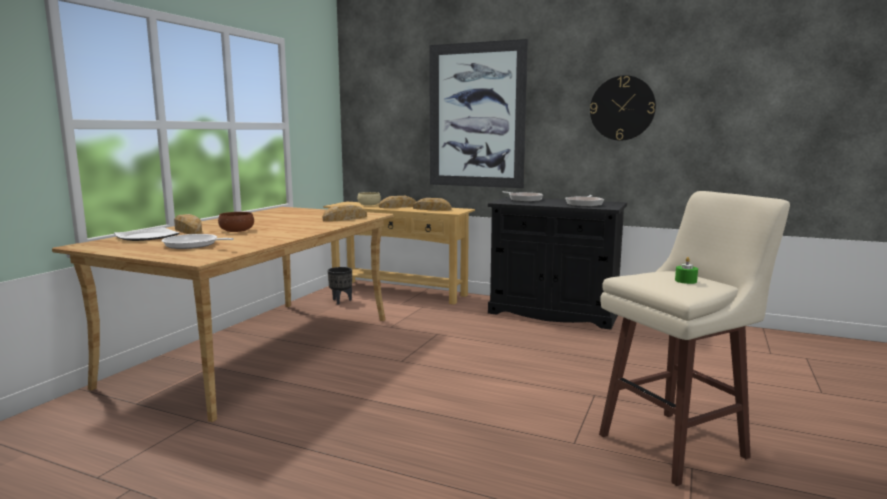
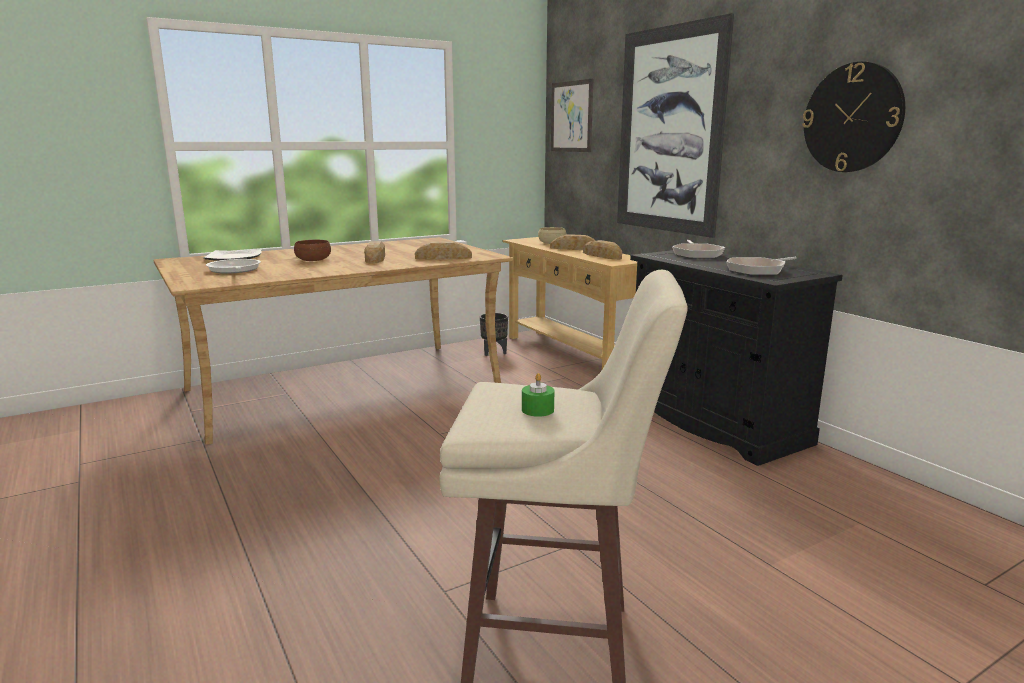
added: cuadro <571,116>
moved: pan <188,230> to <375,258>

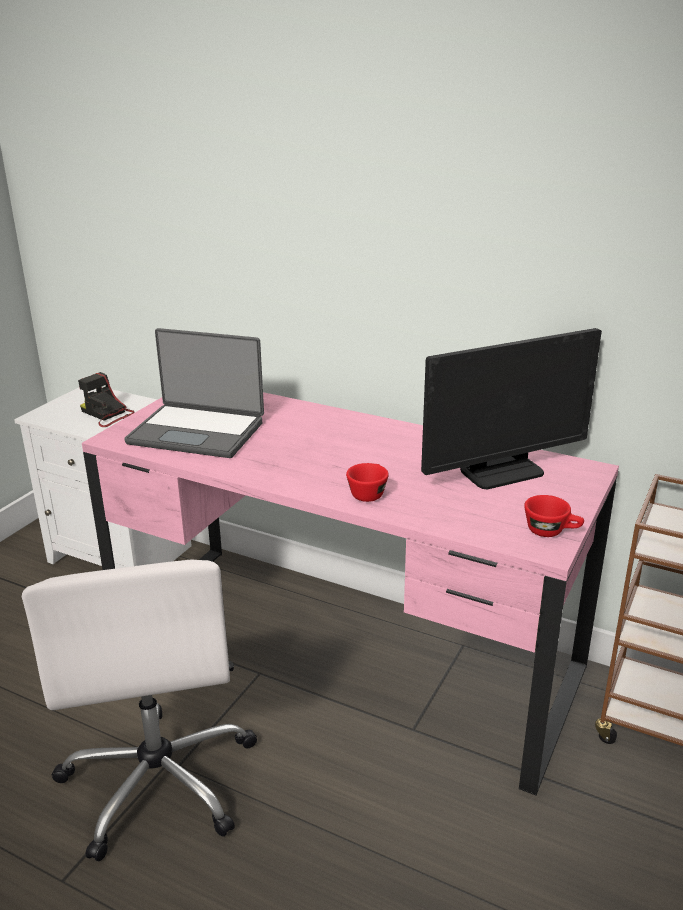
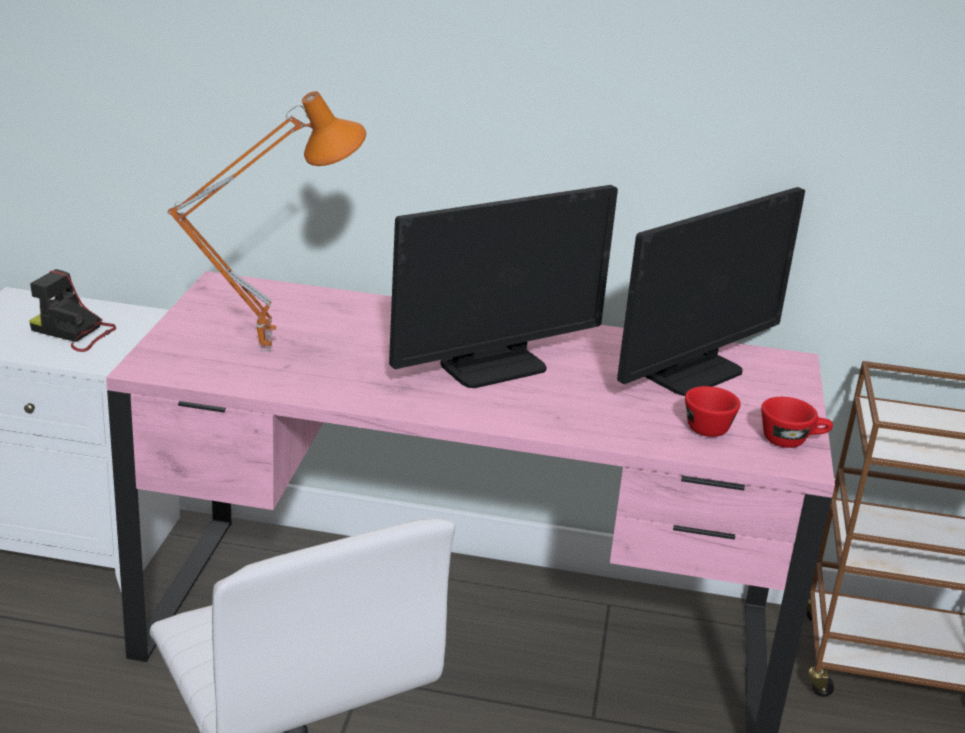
added: monitor <493,366>
moved: taza/rojo <368,493> to <705,425>
replaced: portátil <198,432> to lámpara de mesa/naranja <267,349>

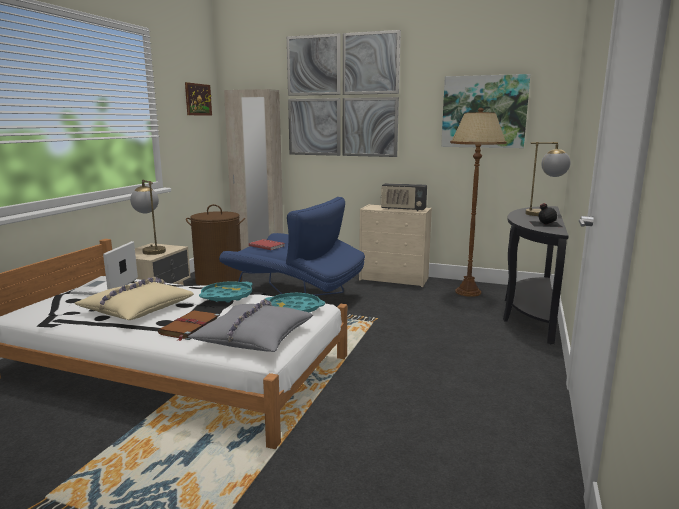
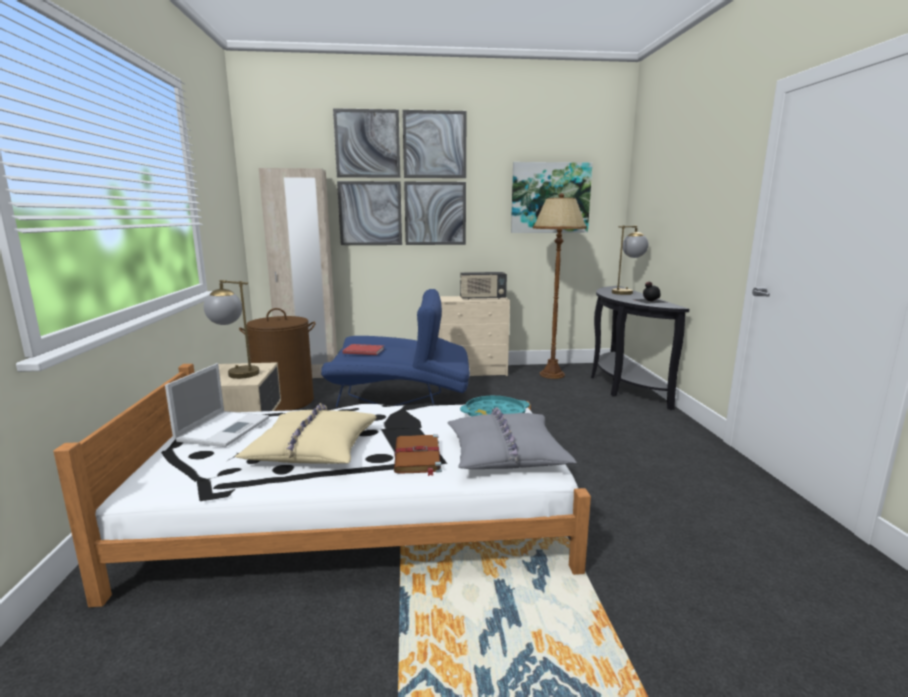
removed: cuadro <198,99>; bandeja/turquesa <227,296>
turned: portátil <105,287> = <224,428> 150 degrees counterclockwise

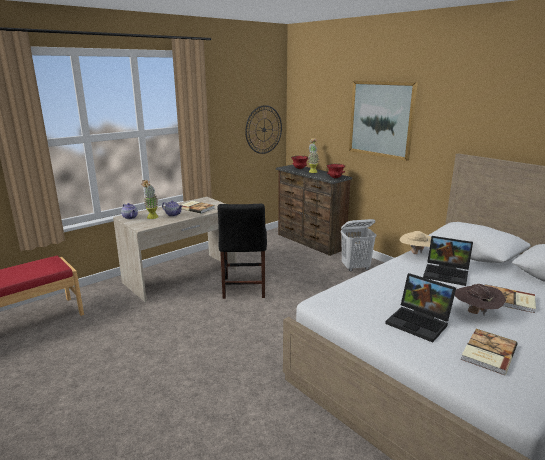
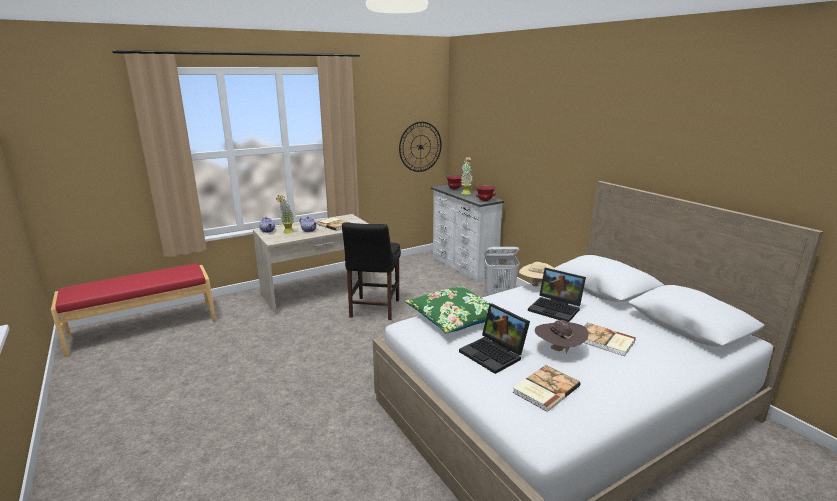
removed: cuadro <381,119>
added: cojín/verde <454,318>
recoloured: cómoda/marrón <310,242> to cómoda/blanco <463,267>

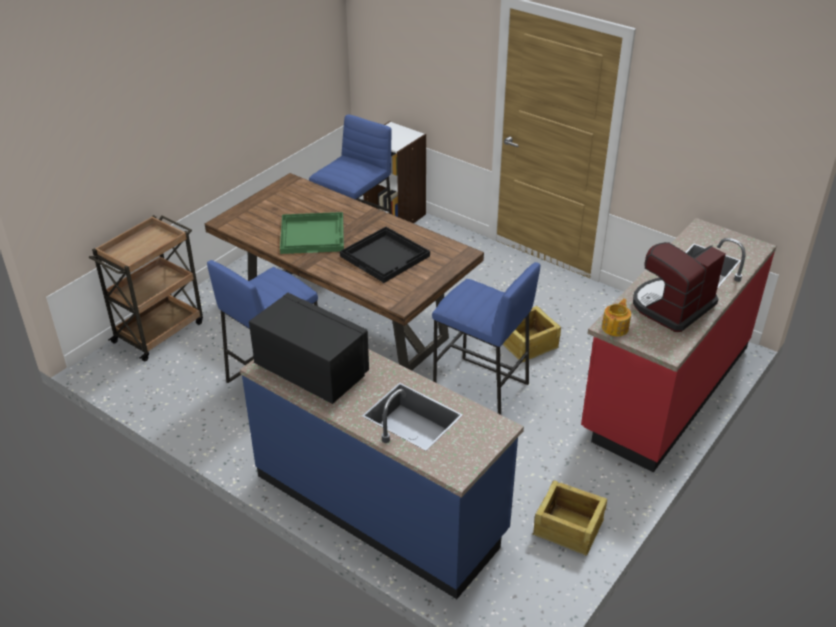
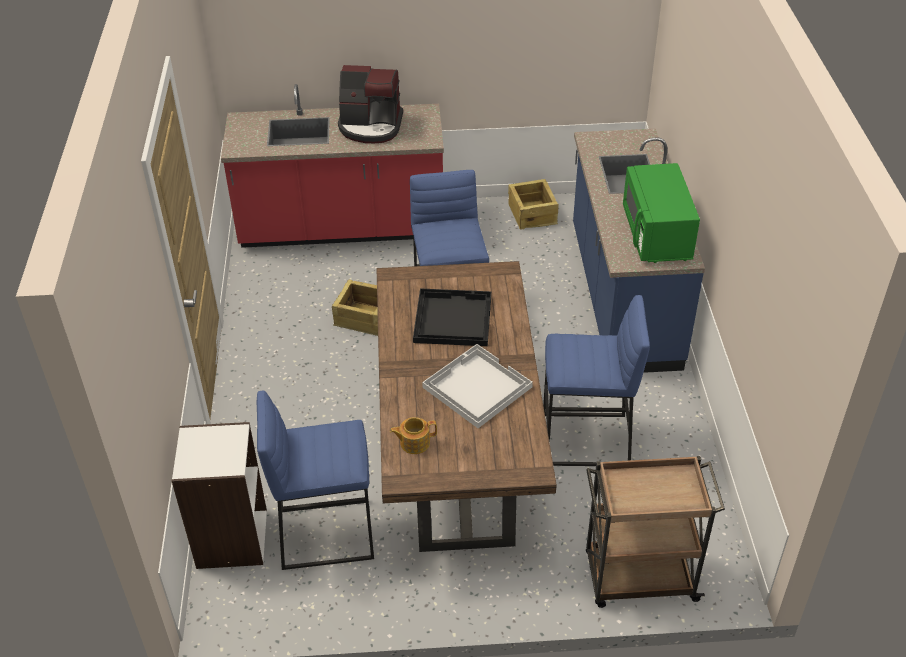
moved: tetera <615,327> to <414,442>
recoloured: microondas/negro <311,371> to microondas/verde <656,235>; bandeja/verde <313,234> to bandeja/blanco <476,387>

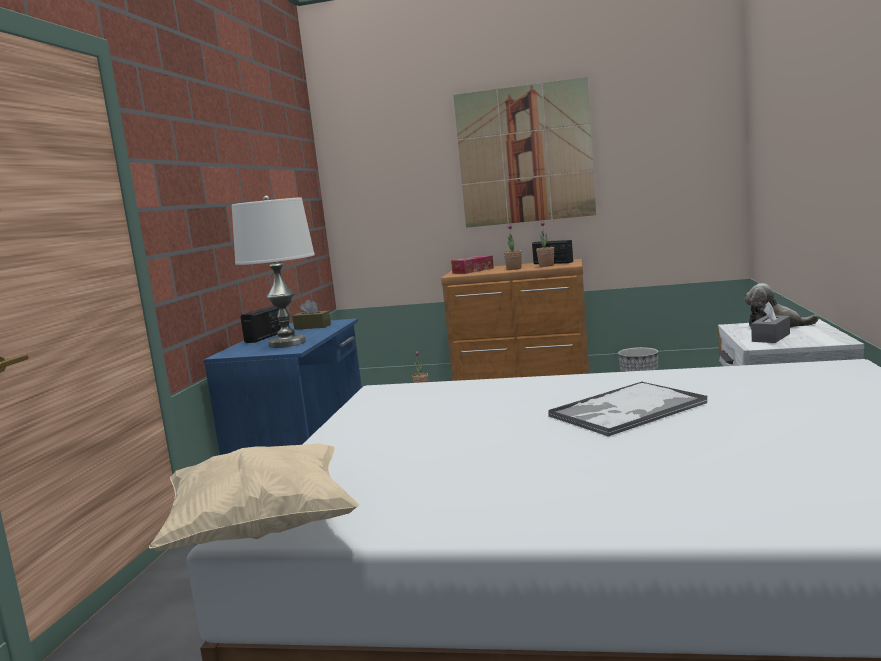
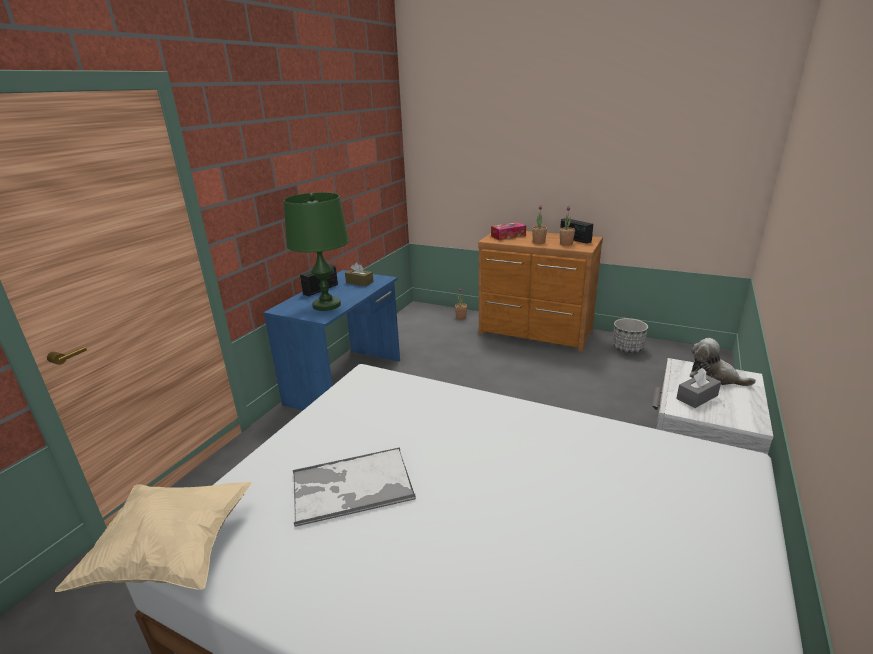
removed: cuadro <524,154>
moved: bandeja <626,410> to <351,486>
recoloured: lámpara de mesa/blanco <287,343> to lámpara de mesa/verde <326,305>

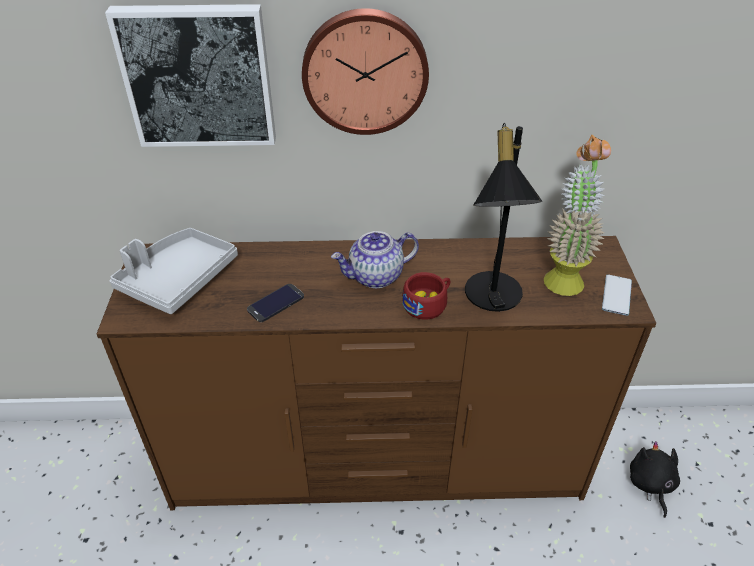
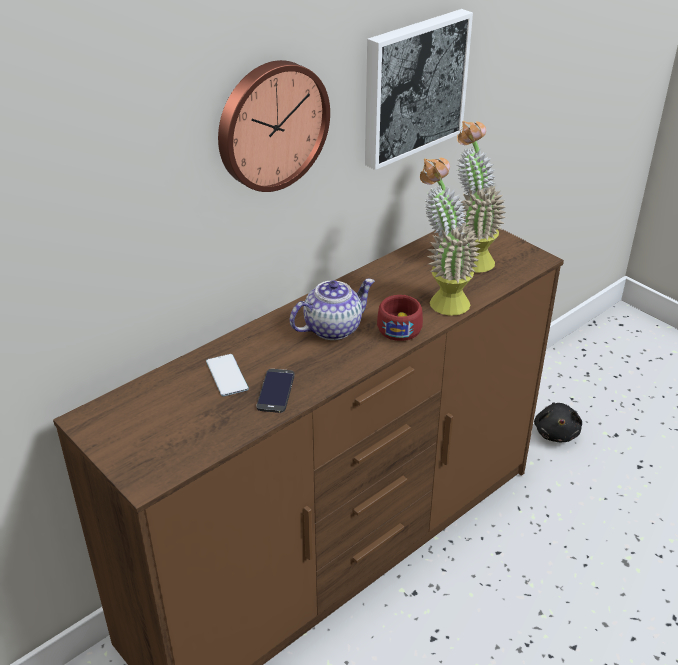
removed: bandeja/gris <178,279>
moved: cuadro <198,76> to <412,87>; móvil <616,295> to <227,375>
replaced: lámpara de mesa/negro <491,299> to planta en maceta <441,299>
turned: tetera <375,276> = <333,328> 150 degrees counterclockwise; peluche/negro <650,484> = <556,432> 135 degrees counterclockwise

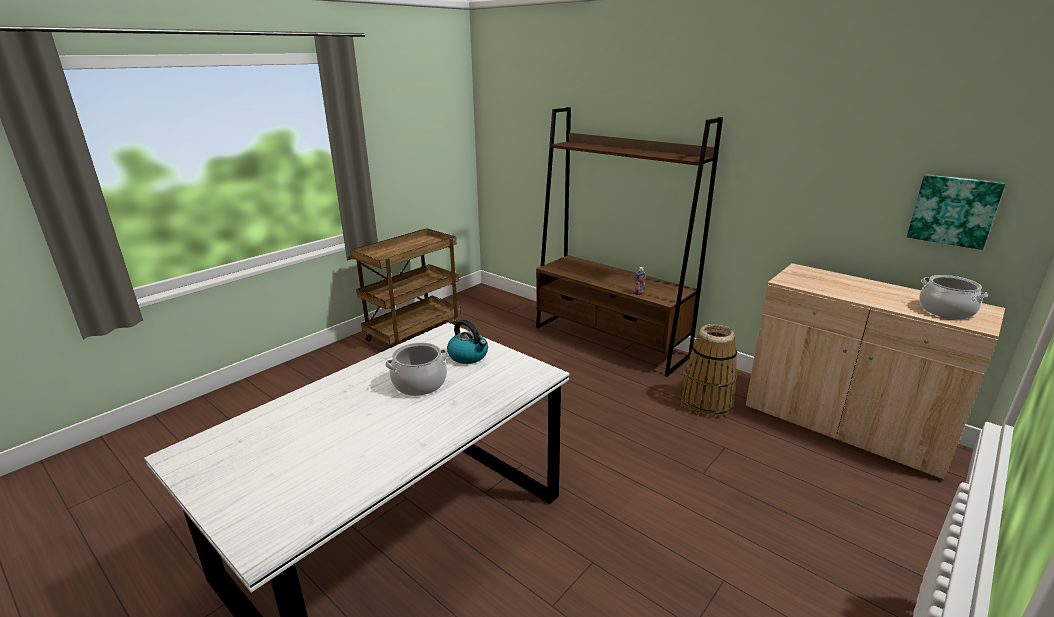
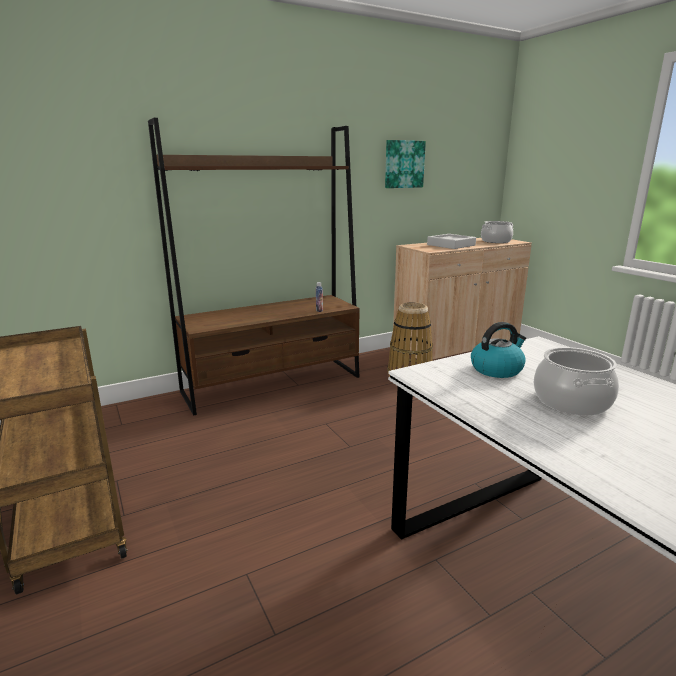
added: bandeja/gris <451,245>
moved: cuadro <954,210> to <403,164>

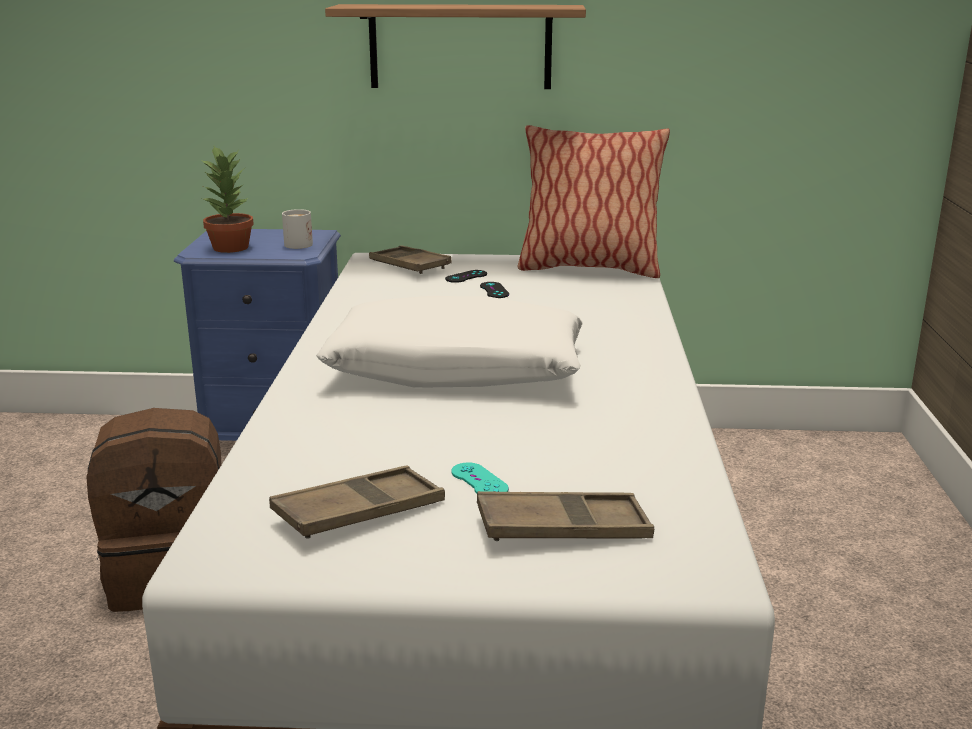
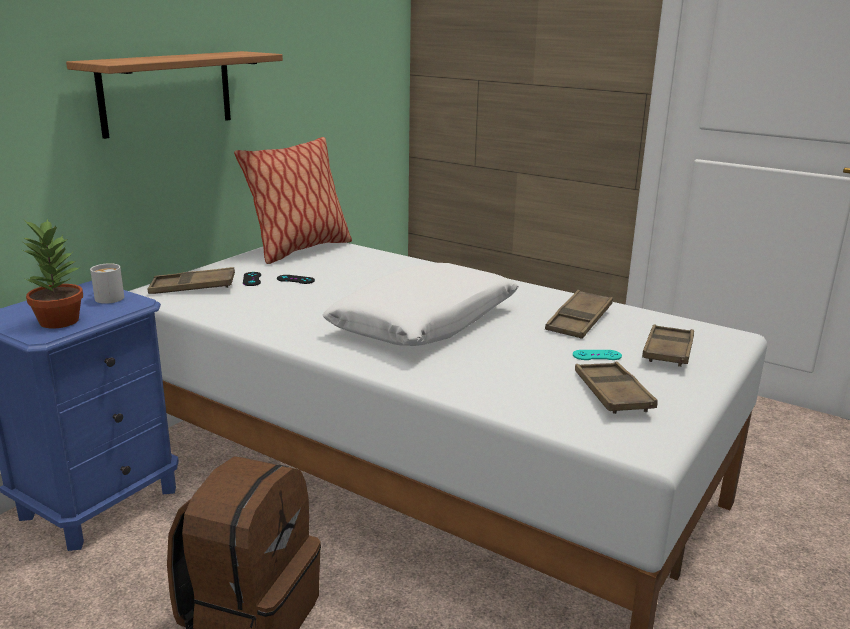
added: bandeja/marrón <579,320>

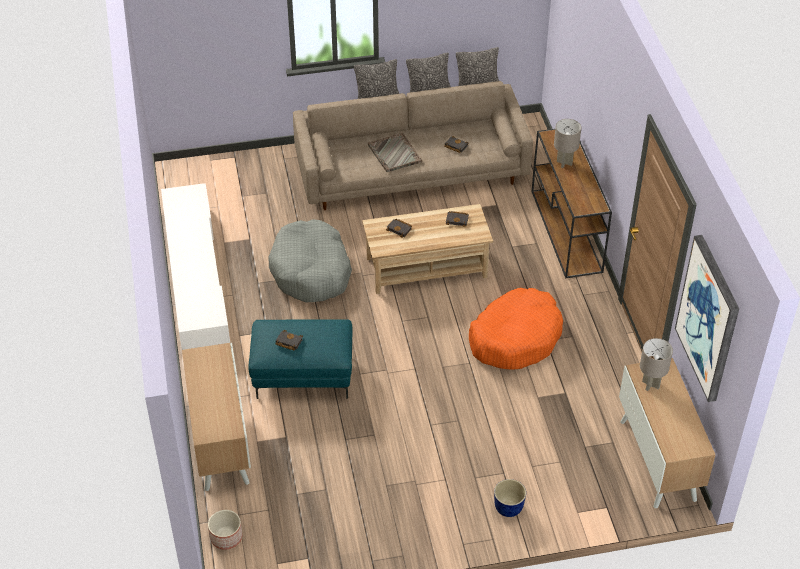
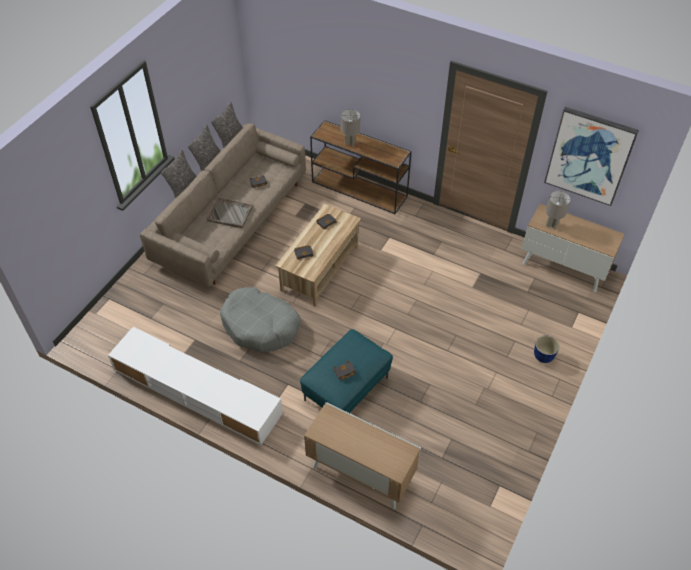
removed: maceta <226,537>; cama para perro/naranja <515,338>

